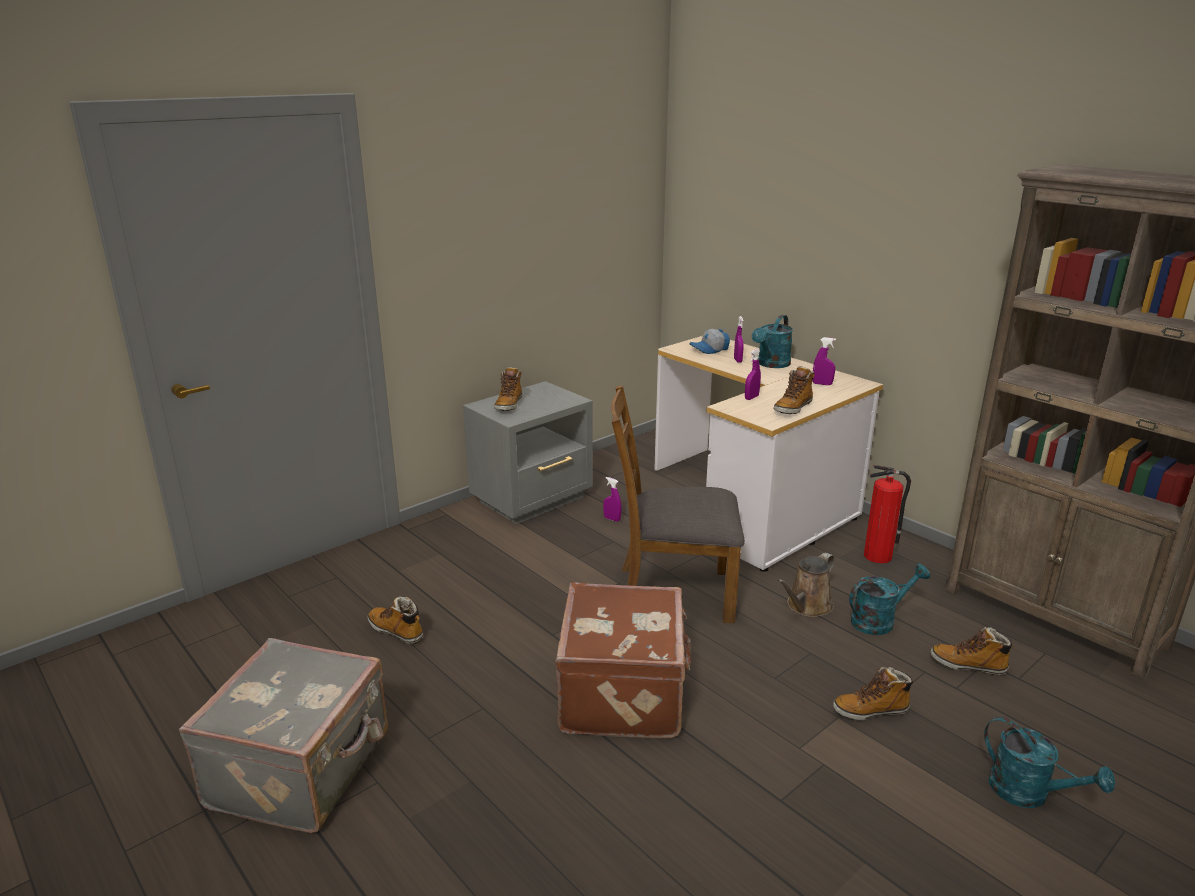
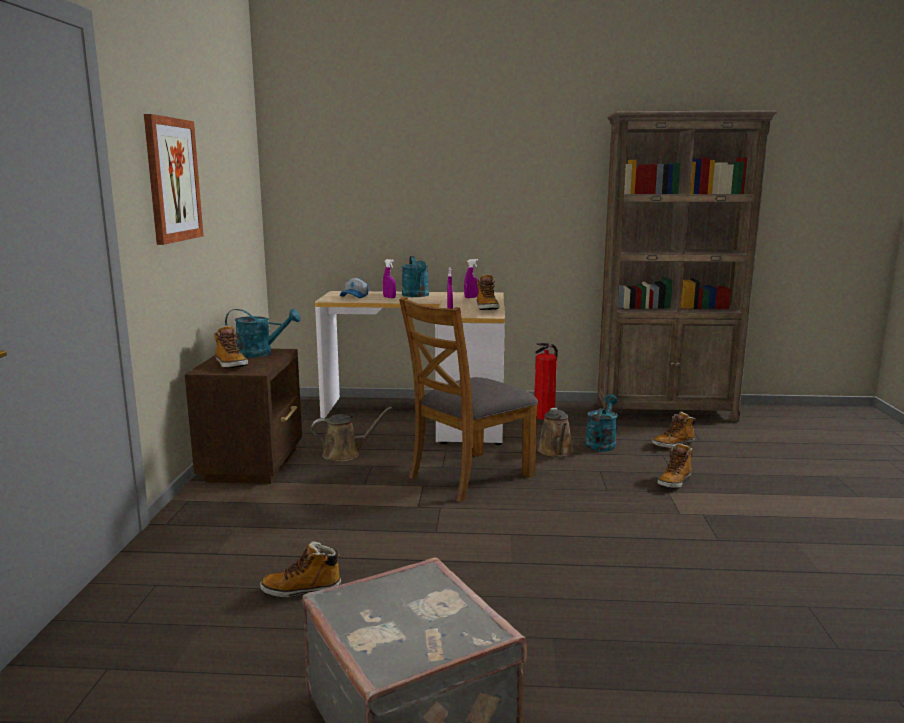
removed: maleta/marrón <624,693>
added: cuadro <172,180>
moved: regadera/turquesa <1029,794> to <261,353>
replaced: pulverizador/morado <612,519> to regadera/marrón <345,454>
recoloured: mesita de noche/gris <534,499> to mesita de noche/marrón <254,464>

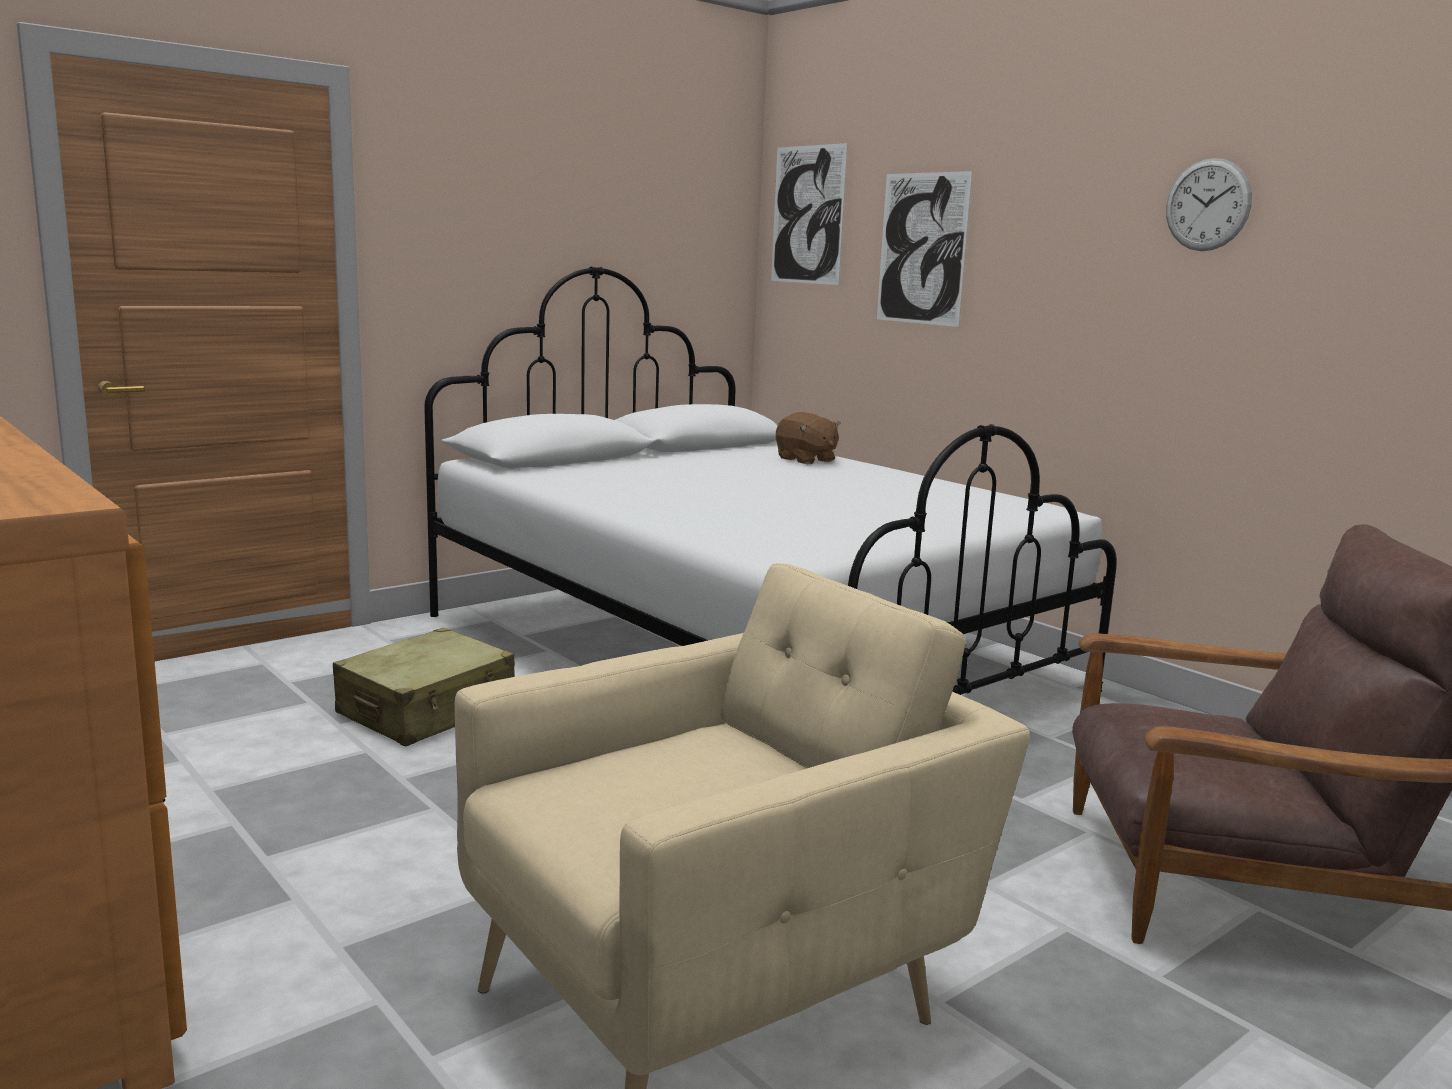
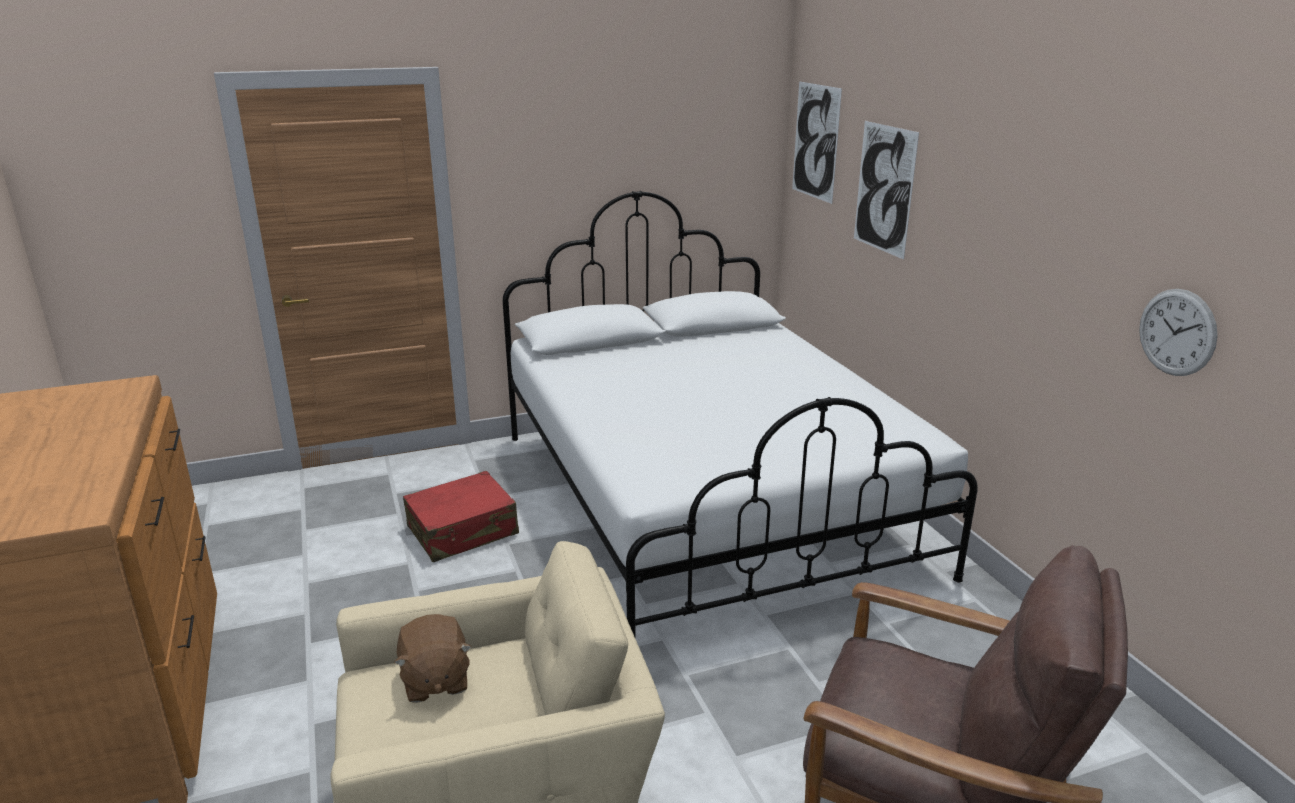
moved: peluche/marrón <806,460> to <434,680>; reloj de pared <1208,205> to <1177,332>
recoloured: maleta/beis <427,710> to maleta/rojo <463,531>

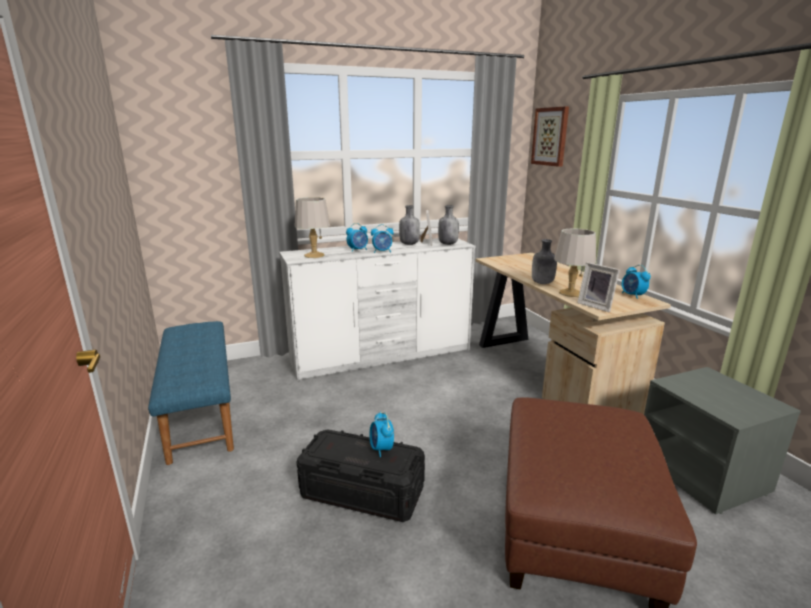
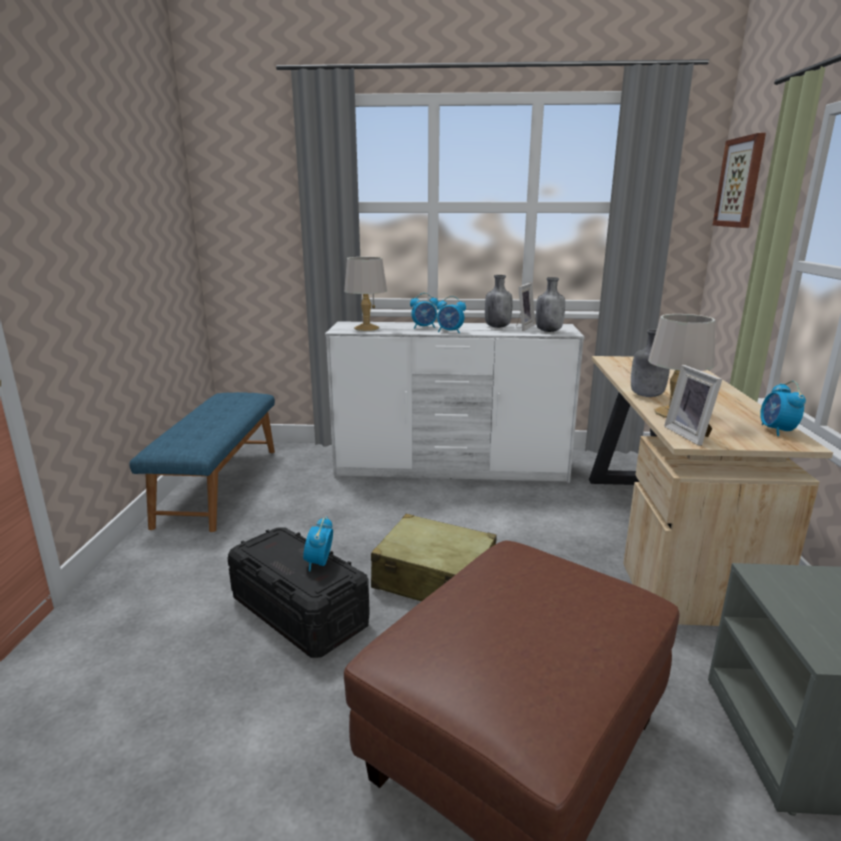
added: maleta/beis <434,579>

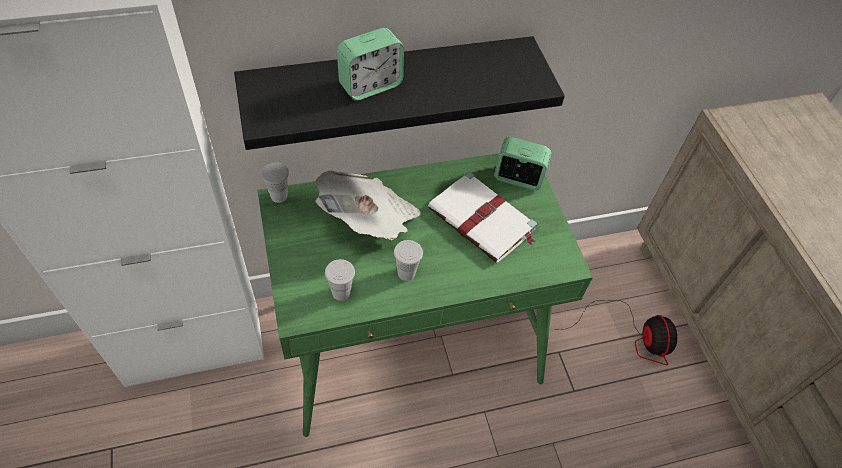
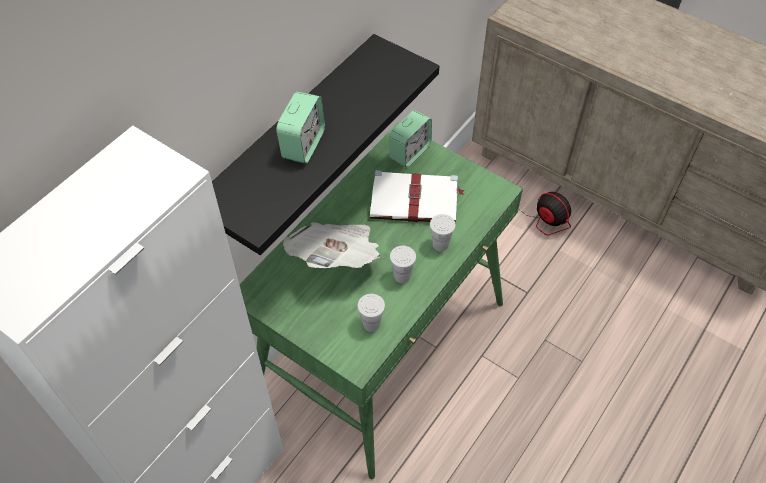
moved: taza/blanco <279,196> to <440,245>
turned: despertador <518,178> = <409,152> 150 degrees clockwise

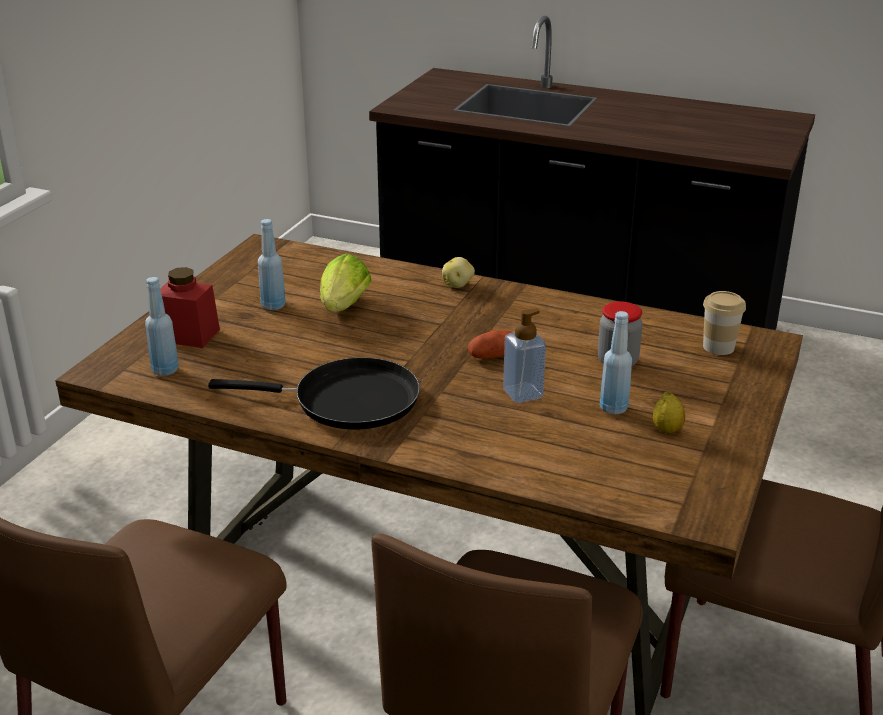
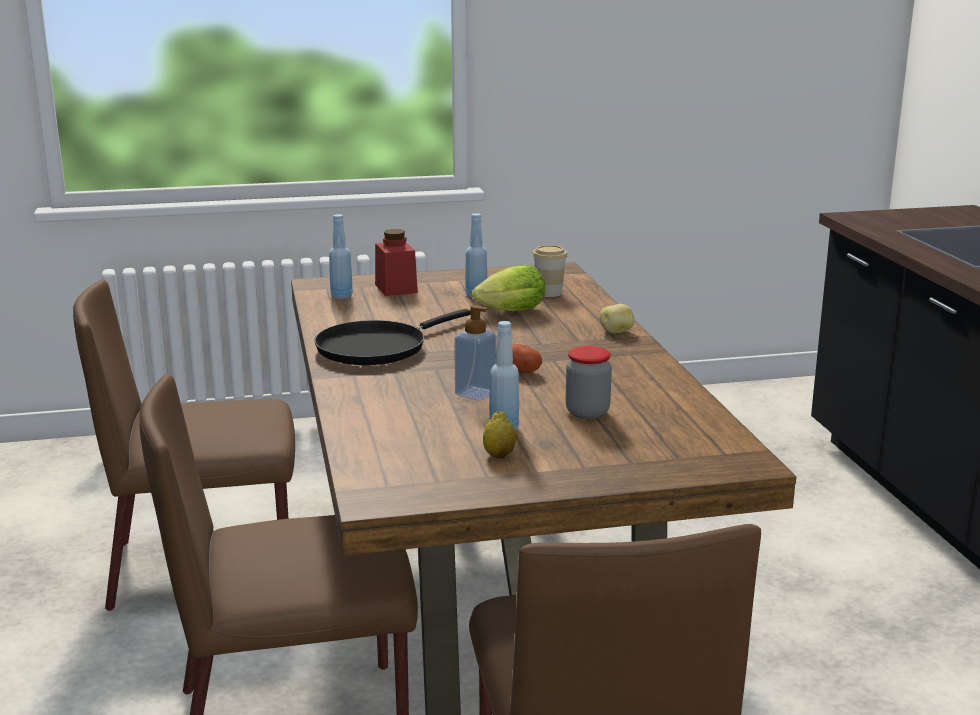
moved: taza <718,347> to <549,293>
turned: sartén/negro <347,401> = <377,348> 75 degrees clockwise

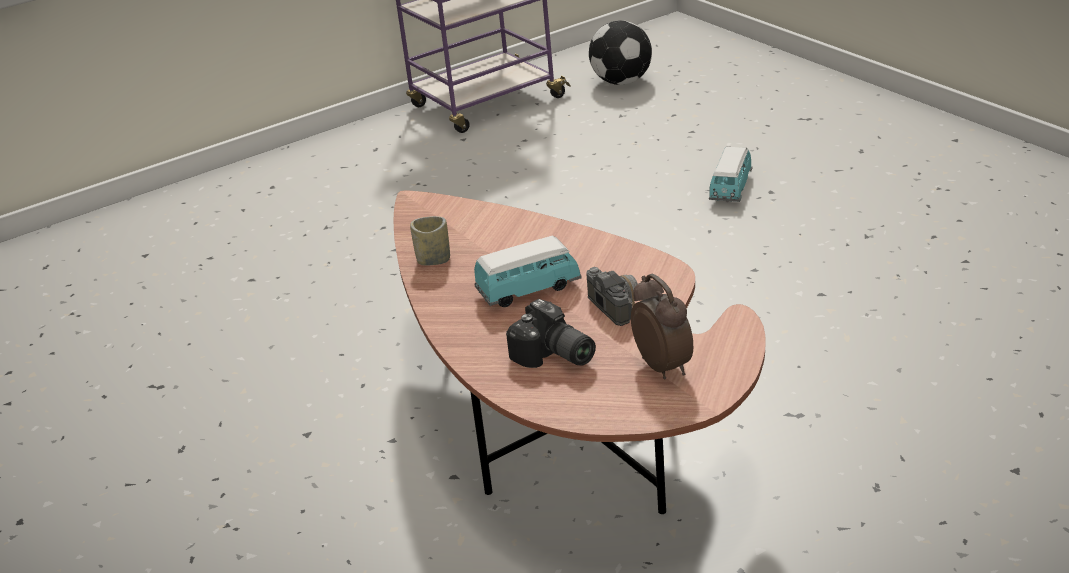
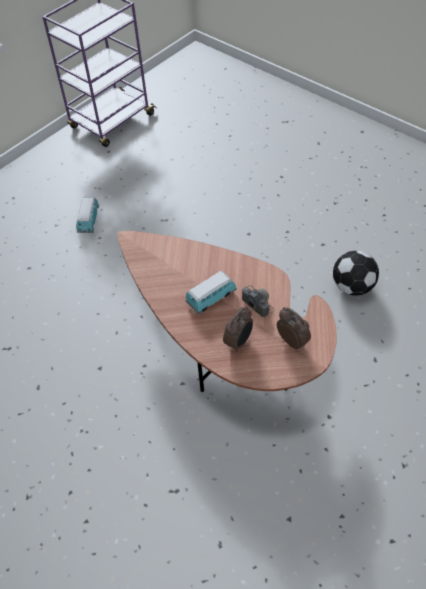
removed: taza <433,260>
moved: balón de fútbol <623,81> to <353,287>; coche de juguete <731,189> to <89,221>
replaced: cámara <553,357> to despertador <239,342>

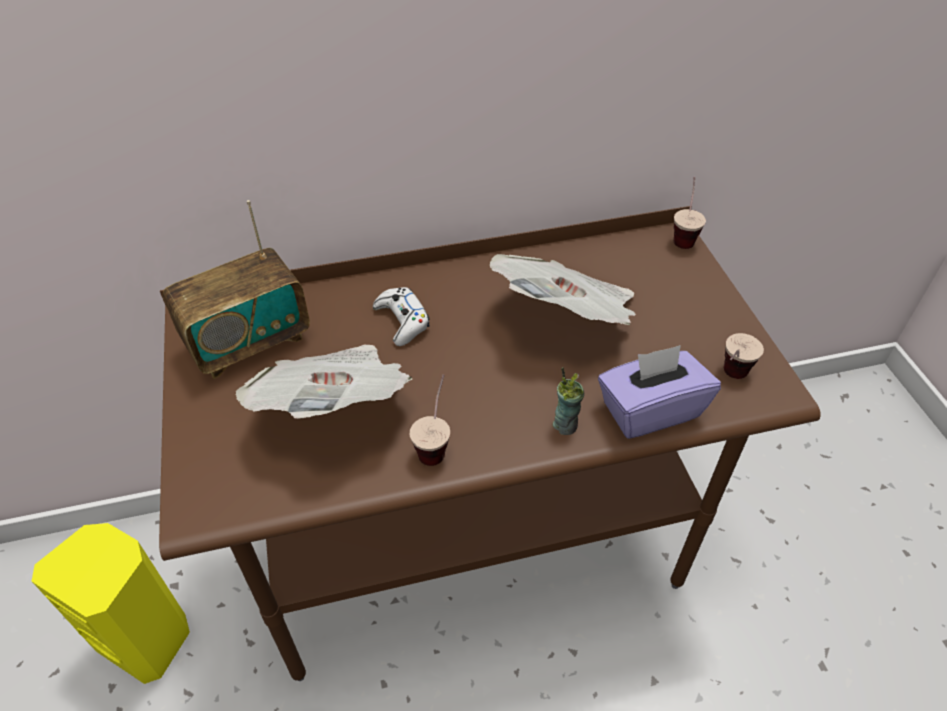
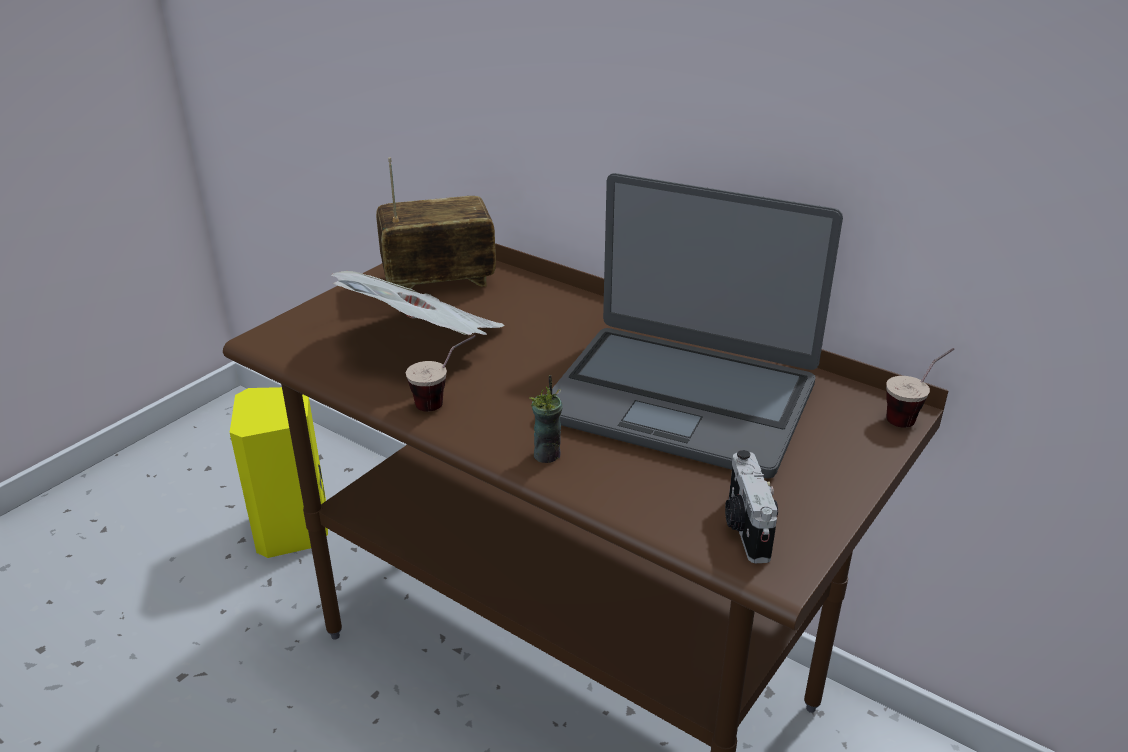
removed: mando de consola/blanco <402,321>; caja de pañuelos/morado <650,410>
replaced: periódico <567,316> to portátil <681,399>; taza <729,379> to cámara <745,528>
turned: radio <248,342> = <439,281> 150 degrees clockwise

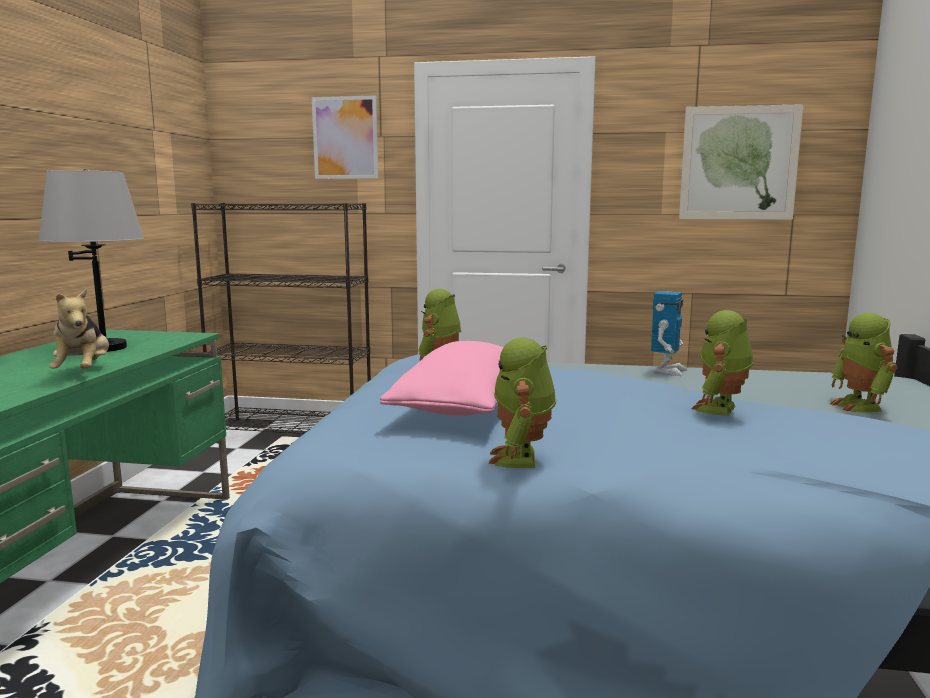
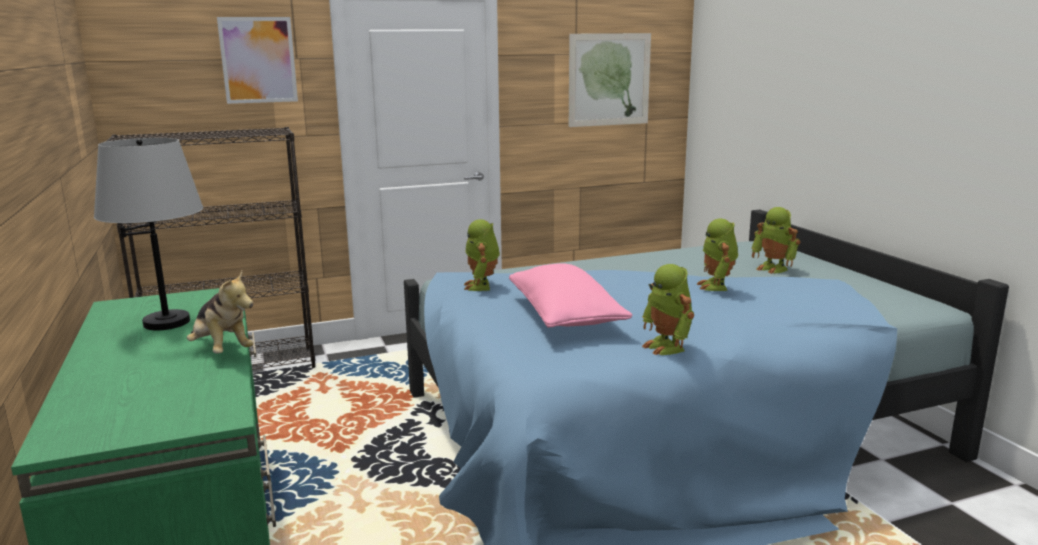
removed: robot de juguete <667,371>

